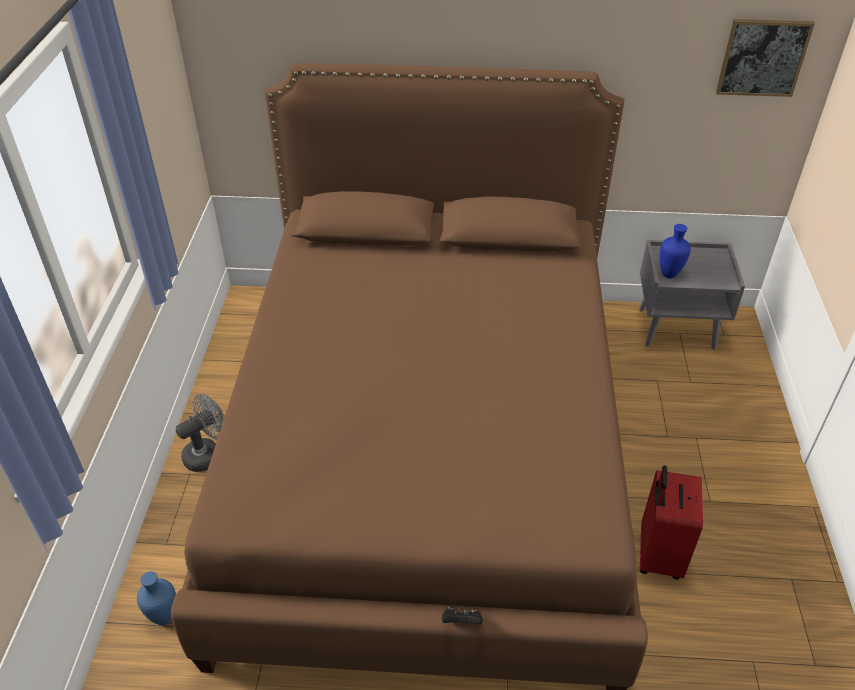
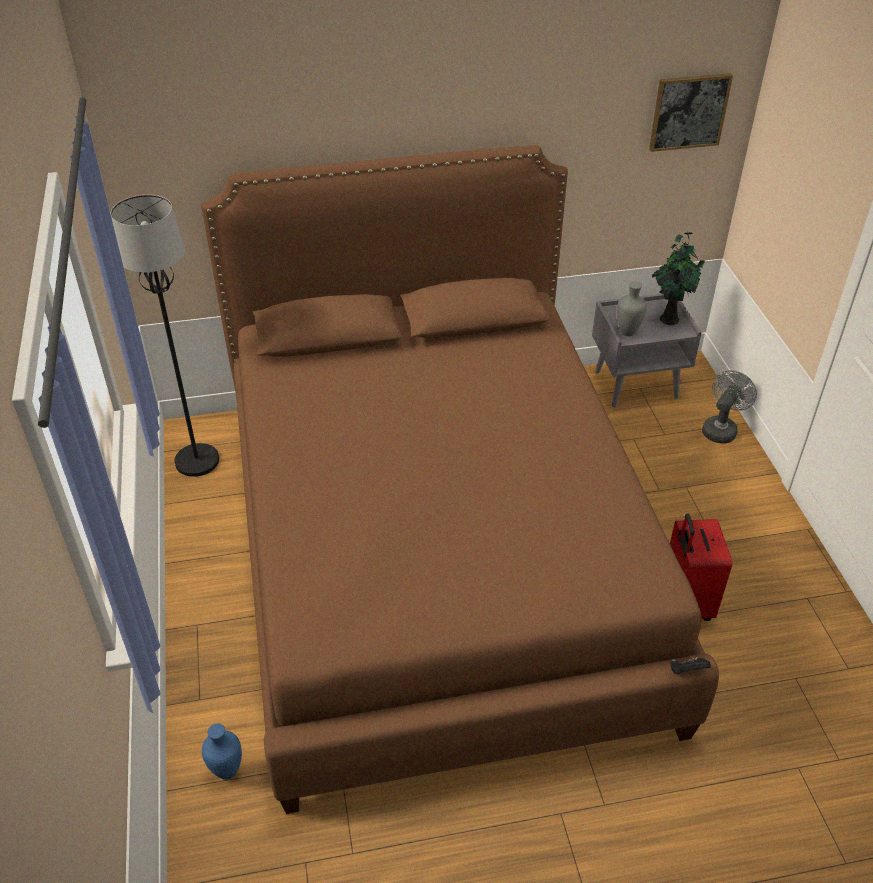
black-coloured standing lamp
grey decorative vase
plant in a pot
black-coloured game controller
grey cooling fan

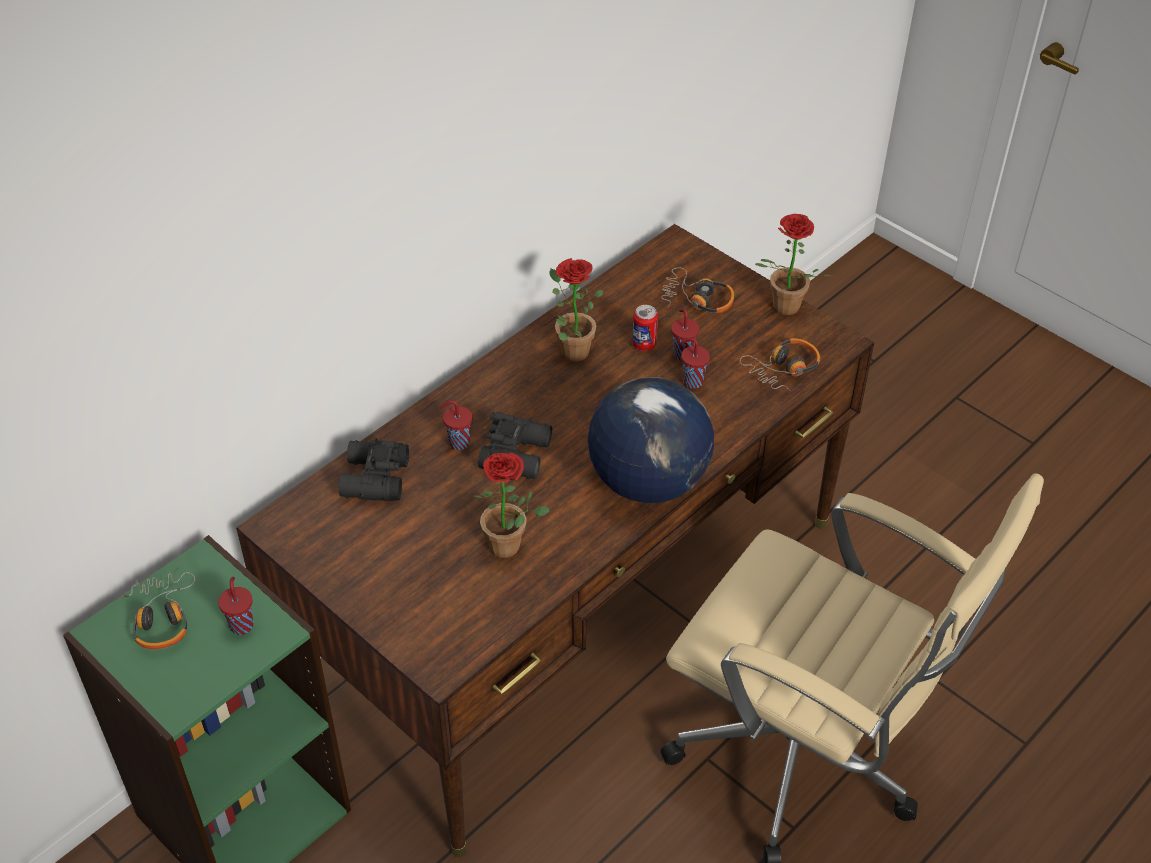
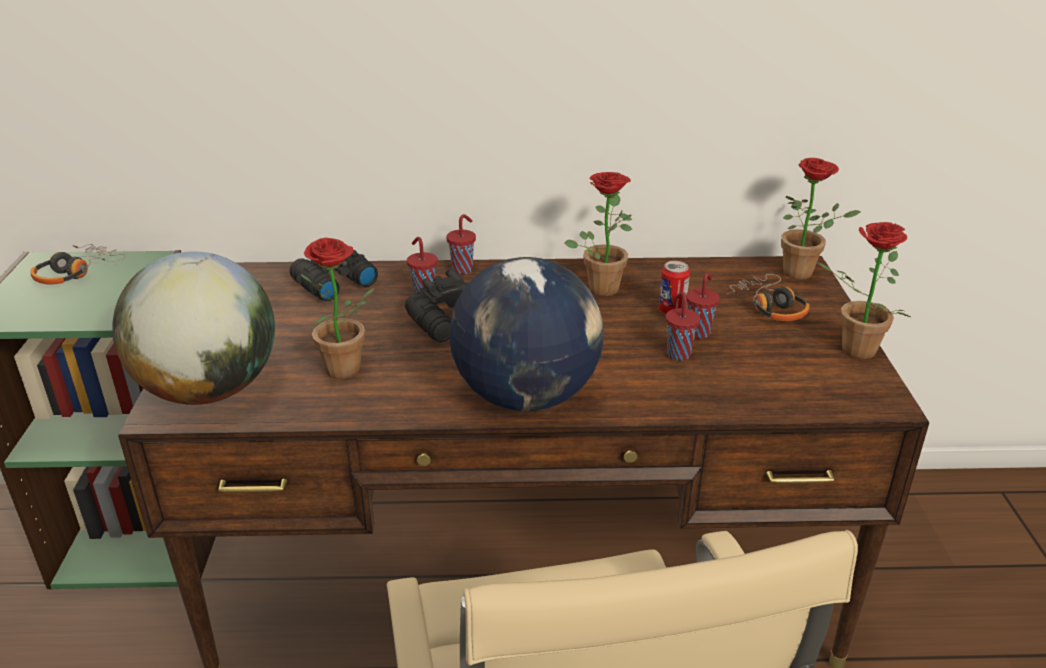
globe (no. 1 from left)
reddish cup (no. 2 from left)
plant in a pot (no. 3 from left)
headset (no. 3 from left in the first image)

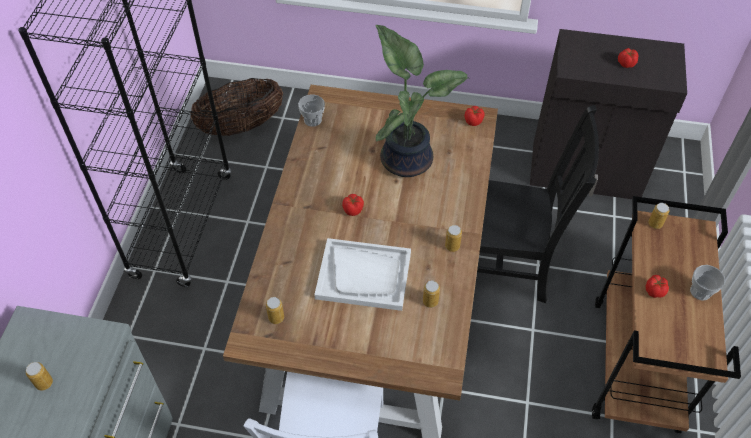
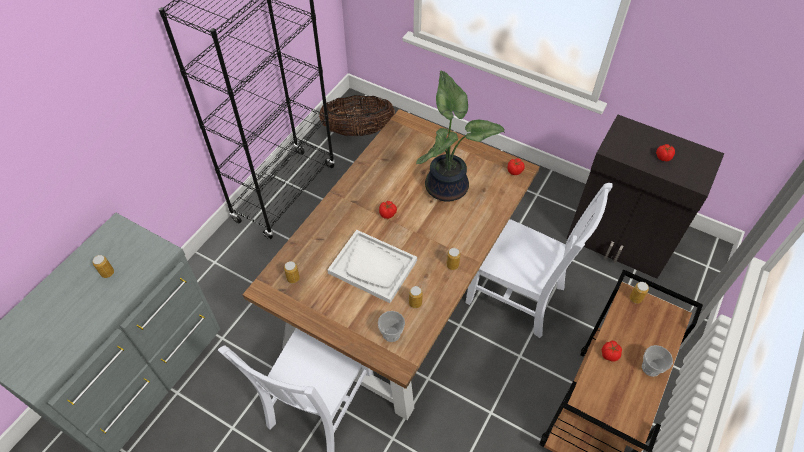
cup (no. 1 from left)
white-coloured upright chair (no. 2 from left)

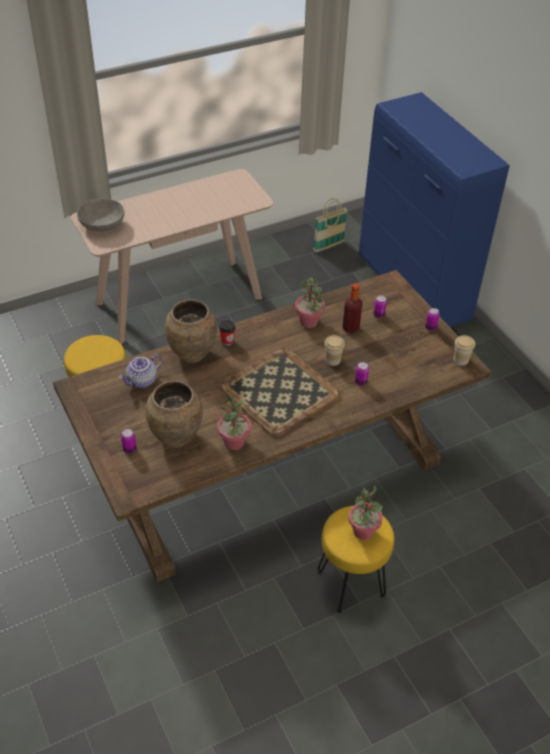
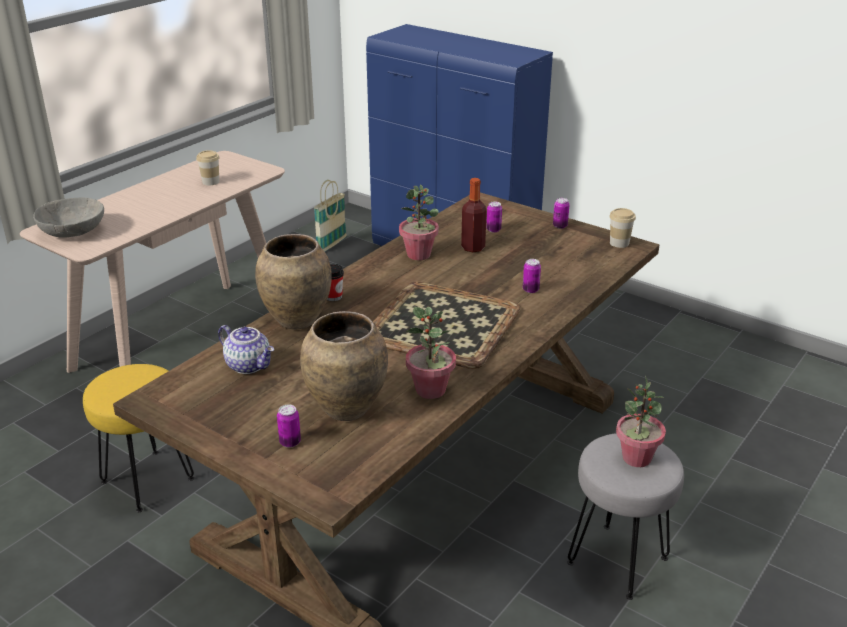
cup (no. 1 from left)
pot for tea
grey sitting stool

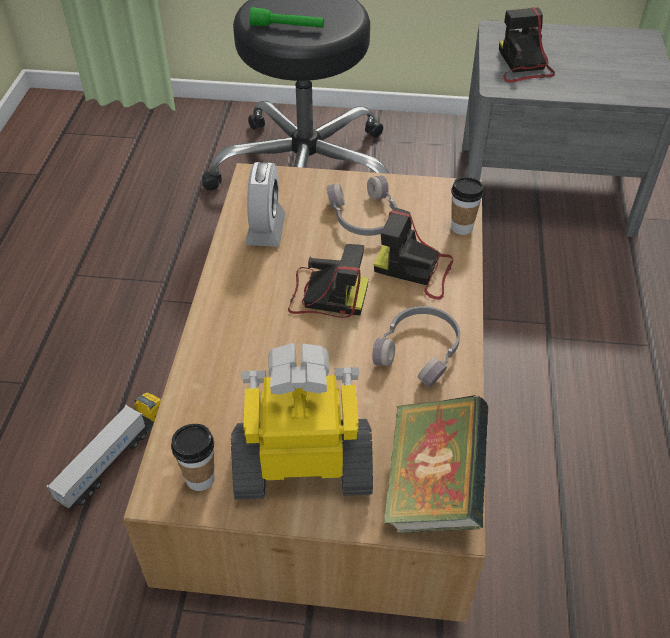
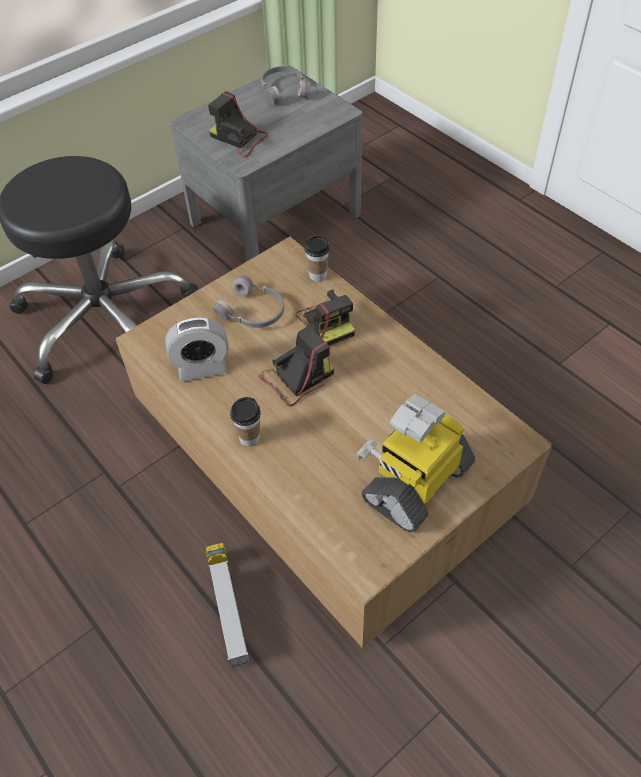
alarm clock
cup (no. 1 from left)
grey headset (no. 2 from left)
still camera (no. 3 from left)
green torch
book

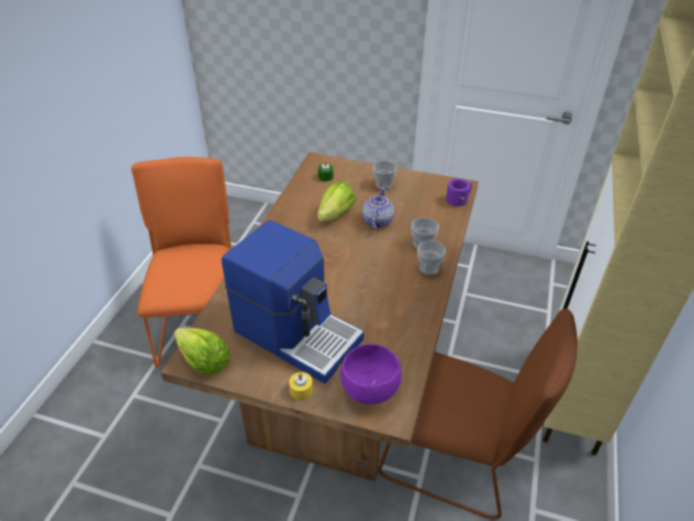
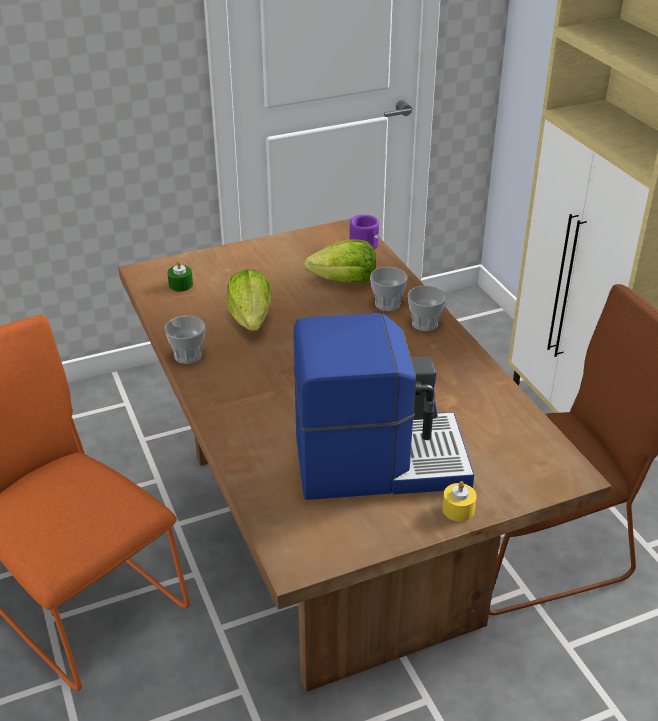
cup (no. 1 from left)
lettuce head (no. 2 from left)
purple bowl
pot for tea

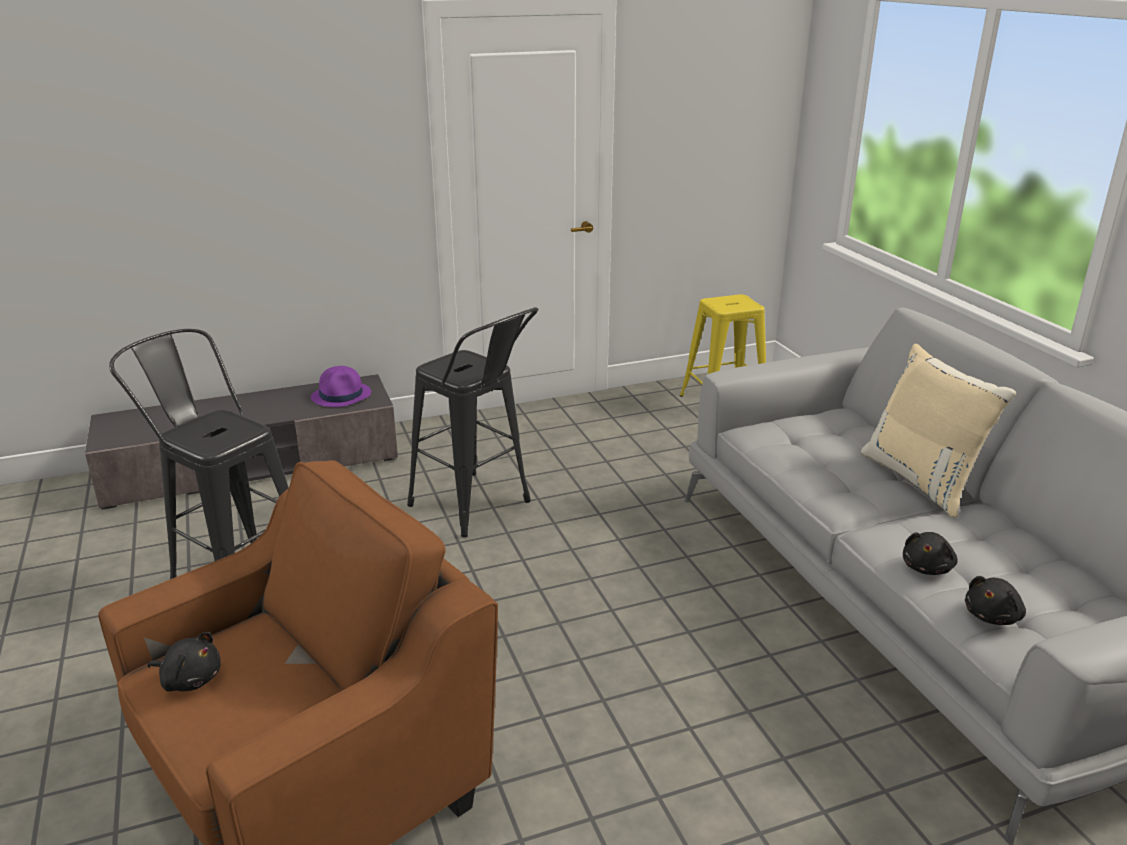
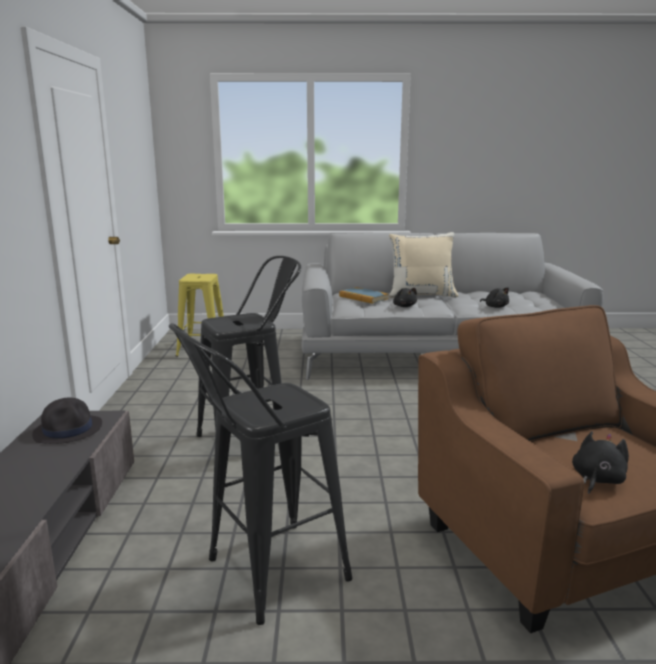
black-coloured wearable hat
book
black-coloured plush toy (no. 1 from left)

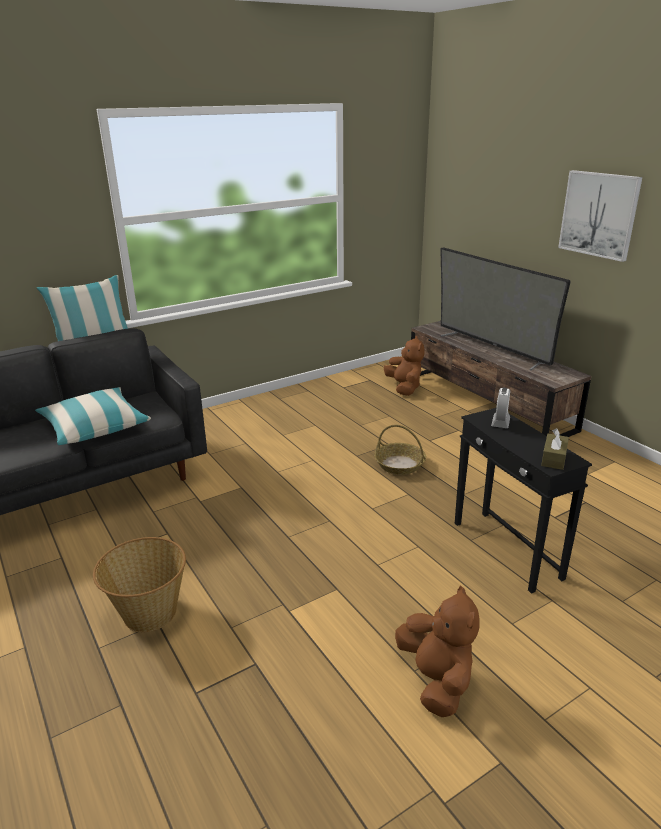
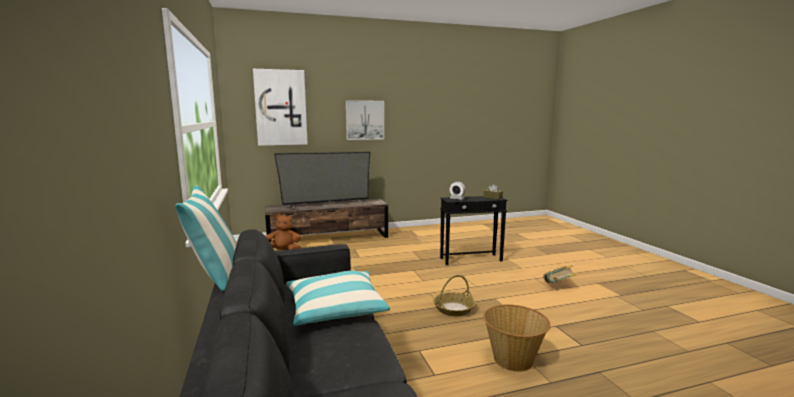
wall art (no. 1 from left)
household basket (no. 1 from left)
book

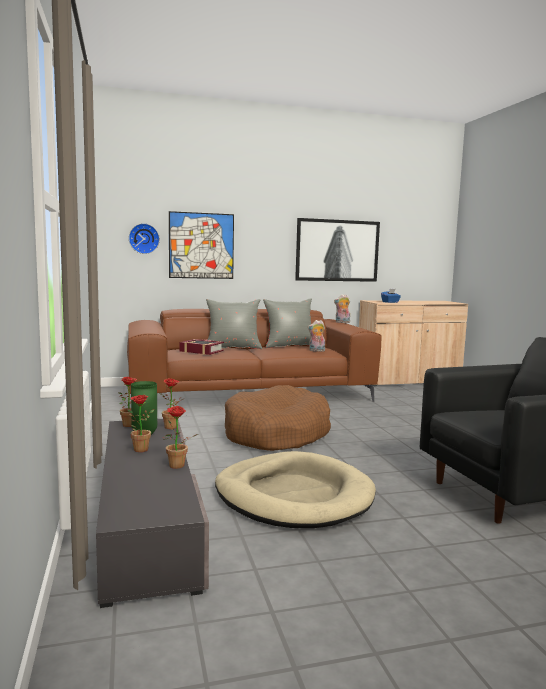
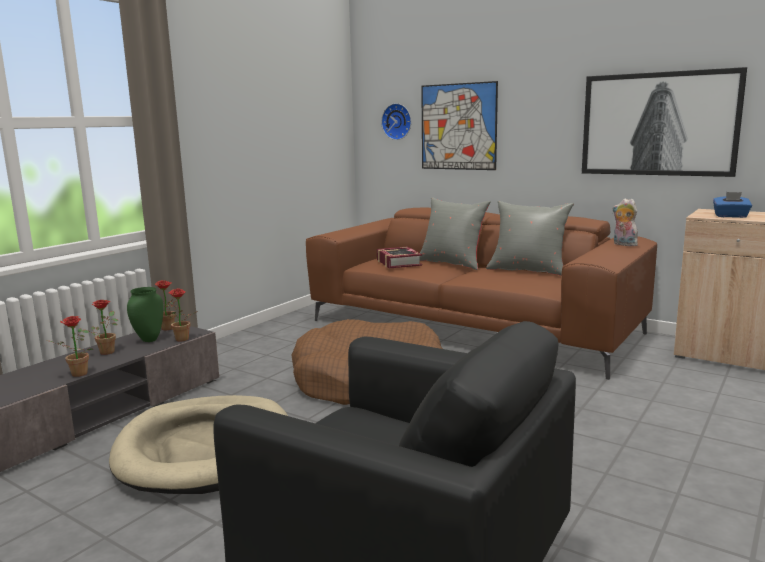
plush toy (no. 1 from left in the first image)

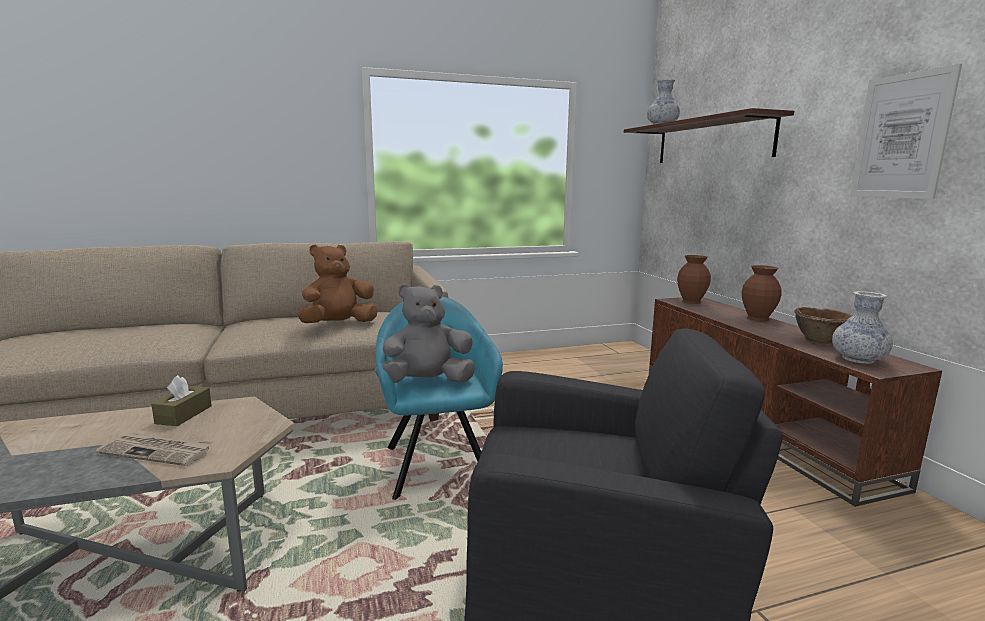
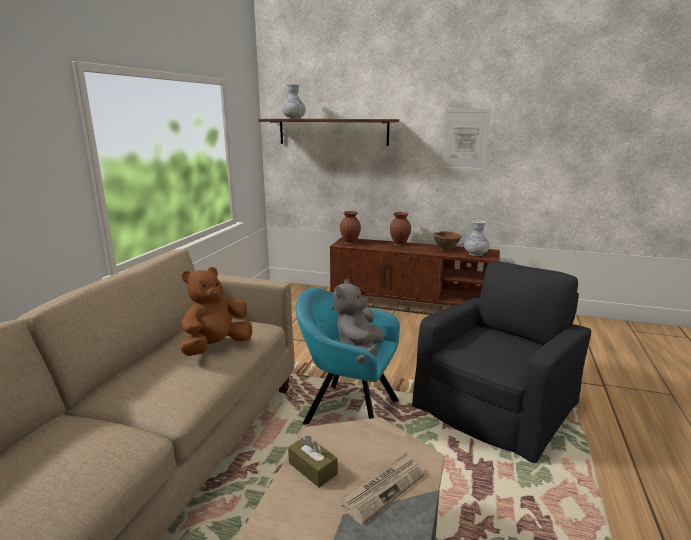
brownish plush toy

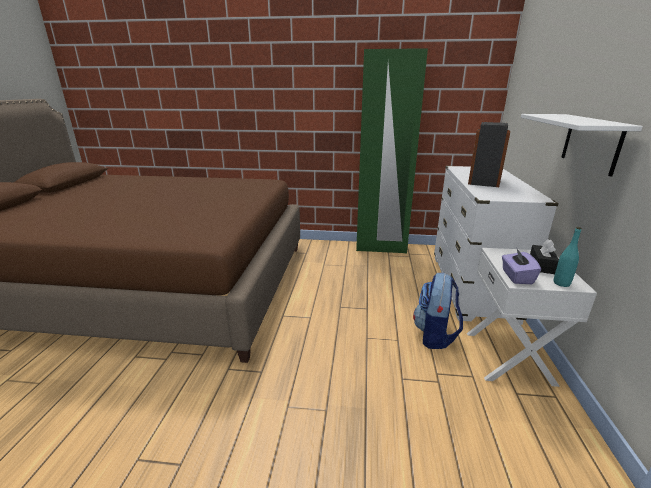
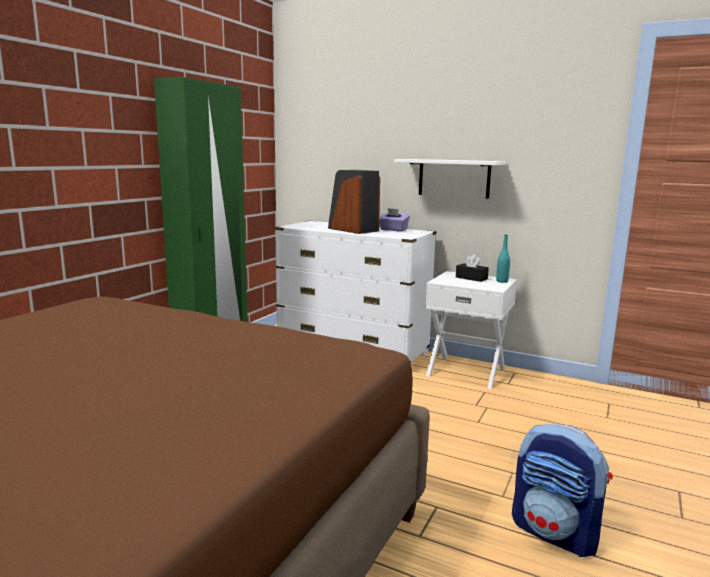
purple box of tissues
backpack

